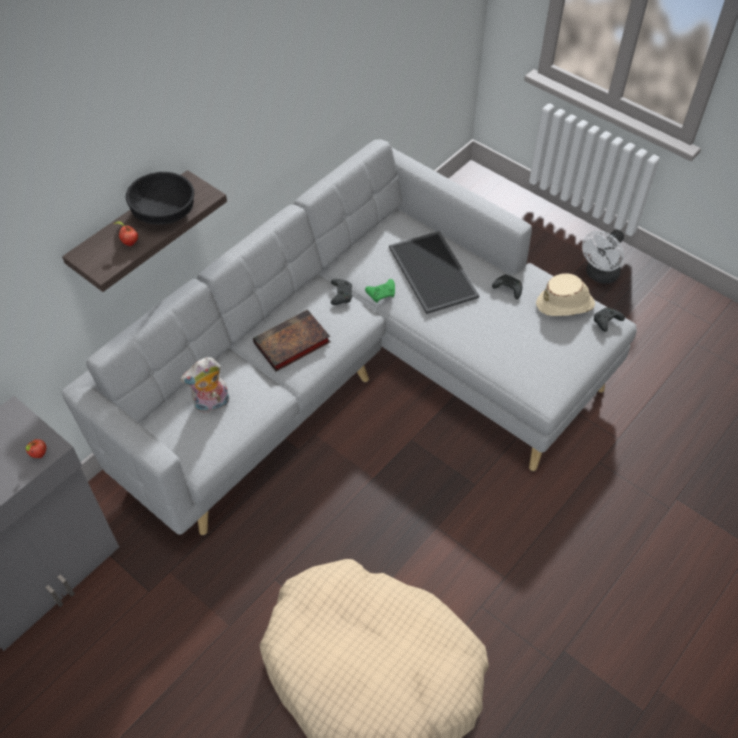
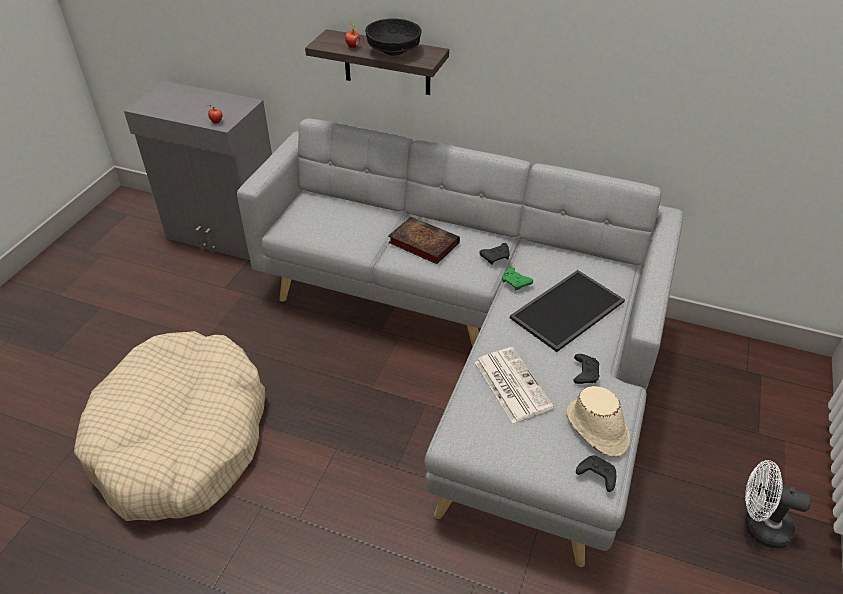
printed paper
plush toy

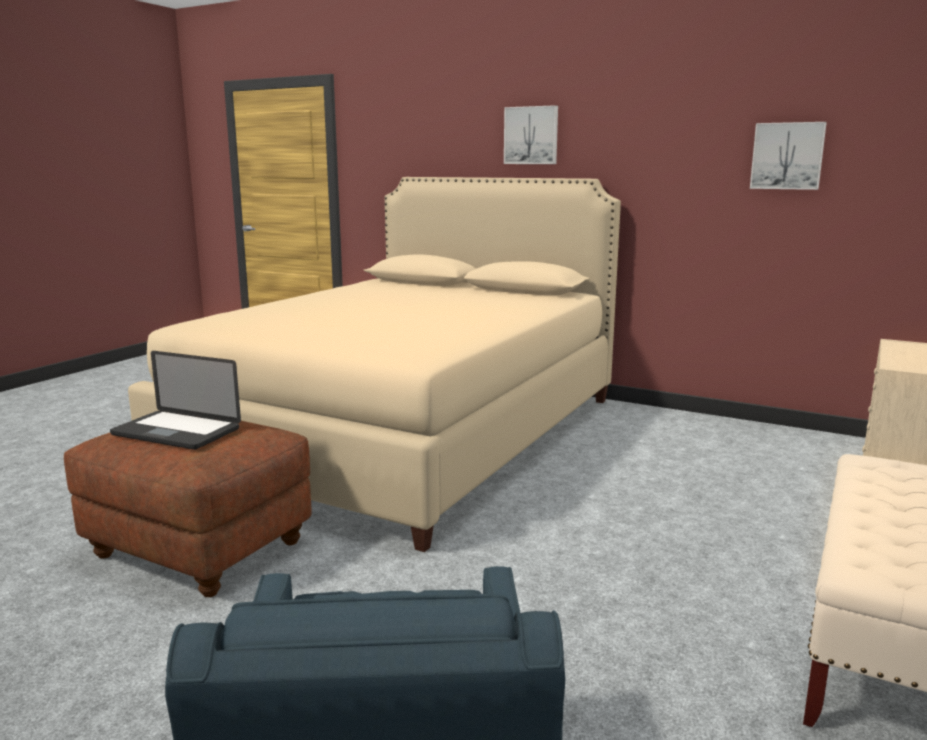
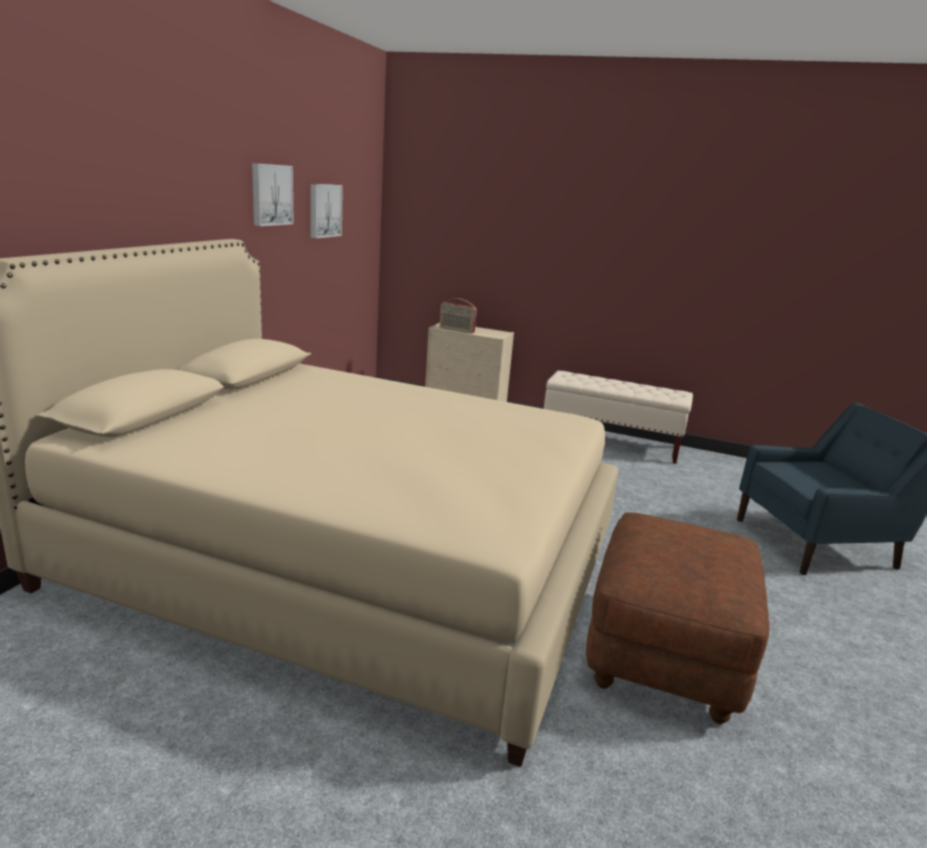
wall art (no. 1 from left)
radio
portable computer

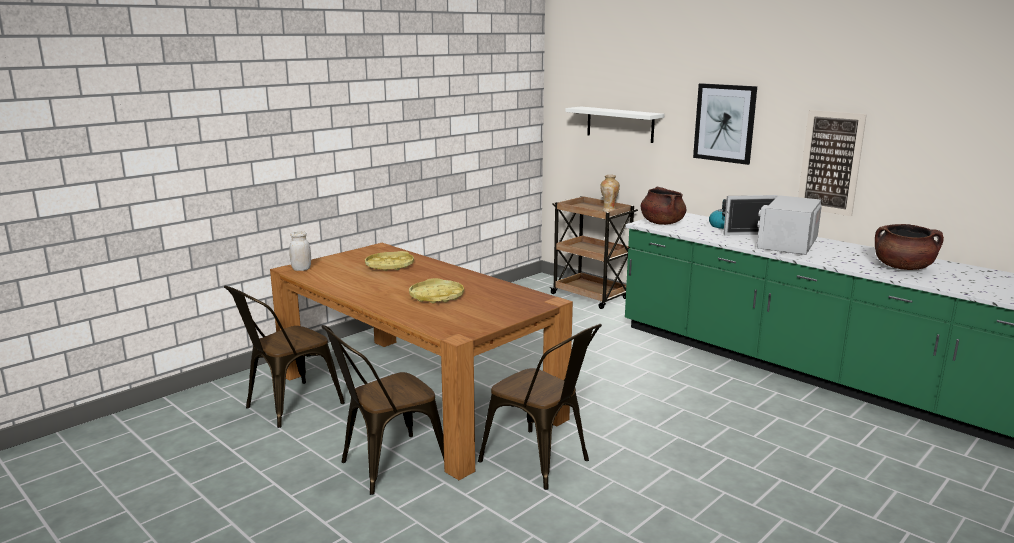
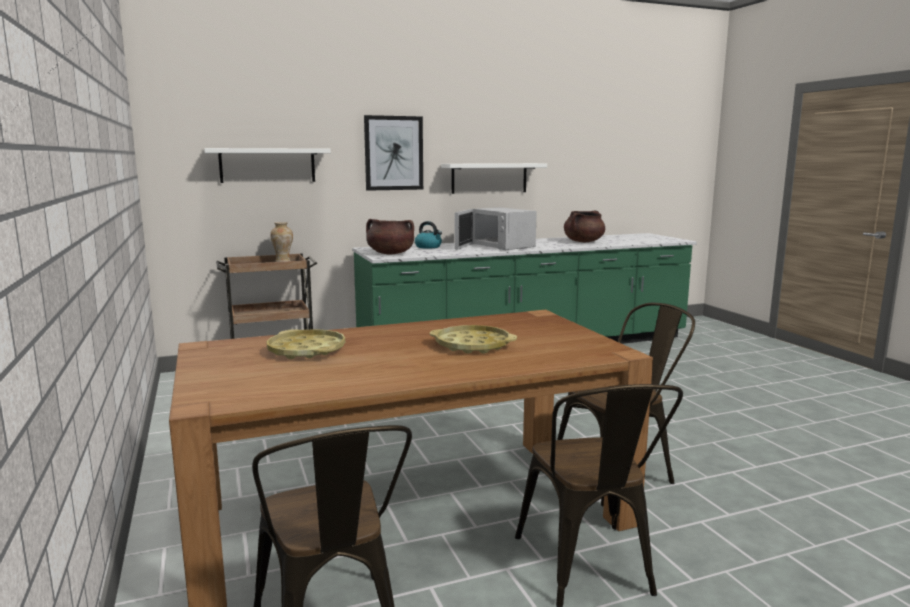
white-coloured bracket shelf (no. 2 from left)
white-coloured storage jar

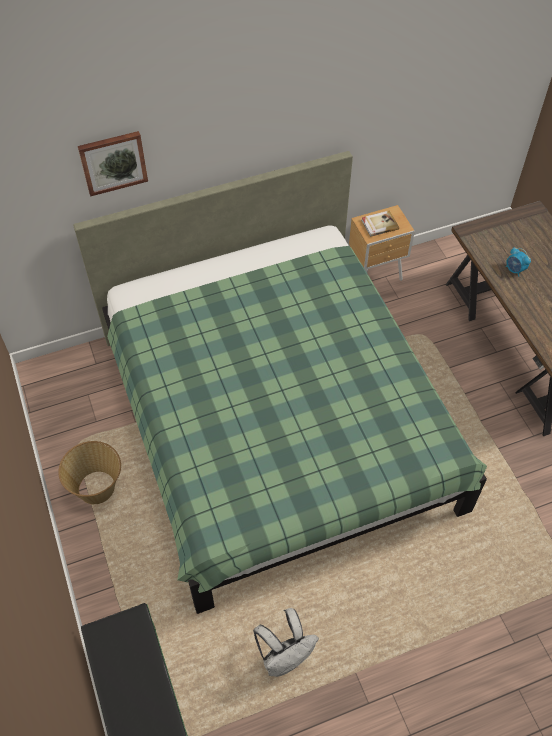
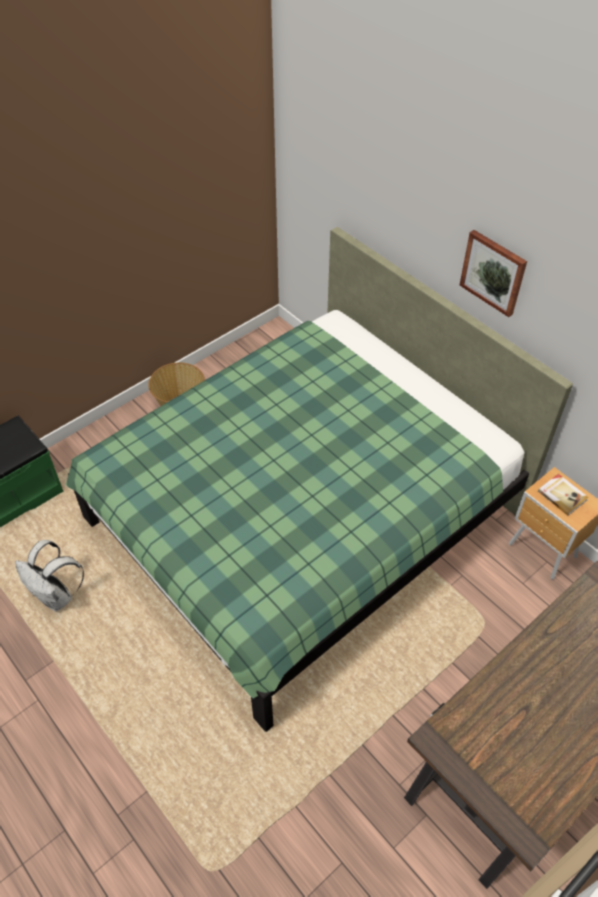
wall art
alarm clock

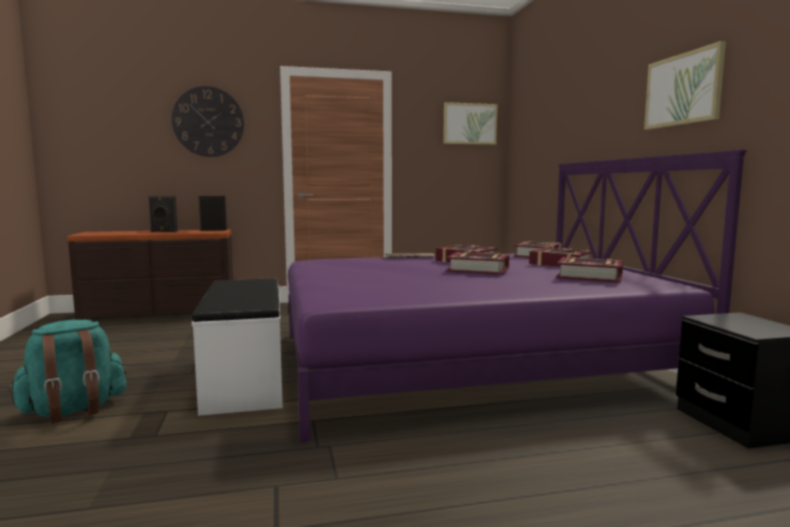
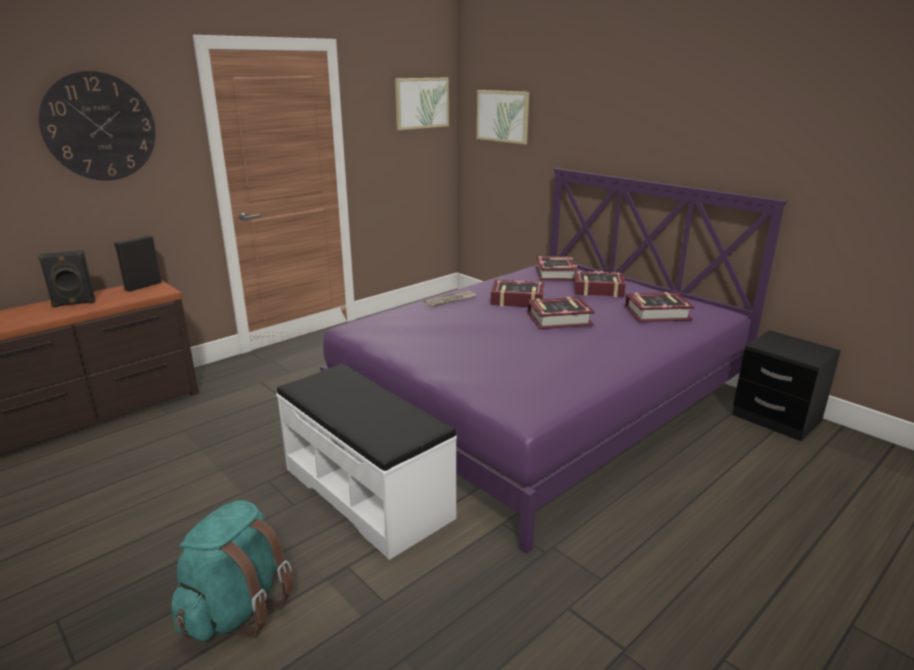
wall art (no. 2 from left)

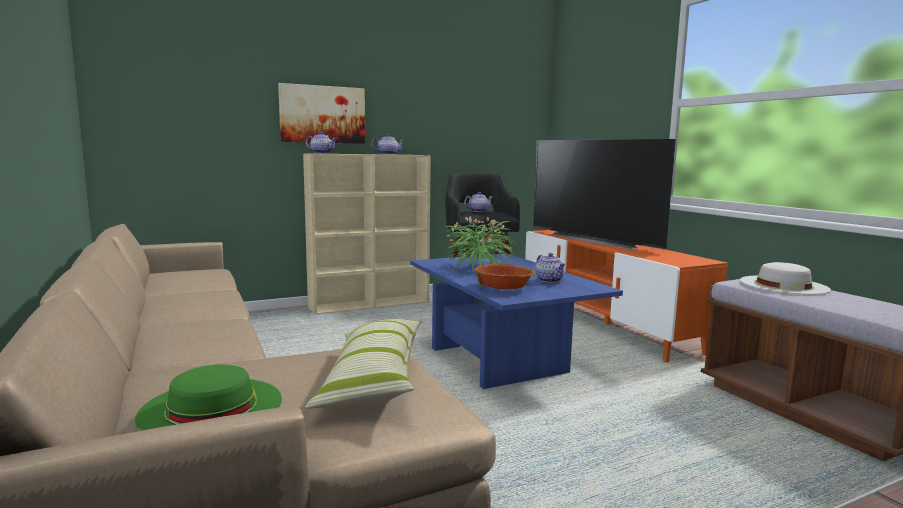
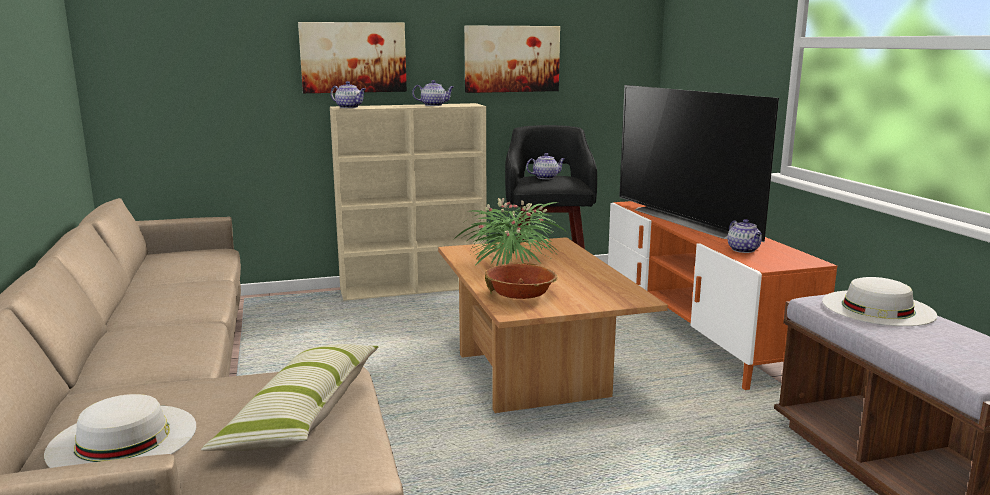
white-coloured wearable hat (no. 1 from left)
brownish coffee table
wall art (no. 2 from left)
pot for tea (no. 4 from left)

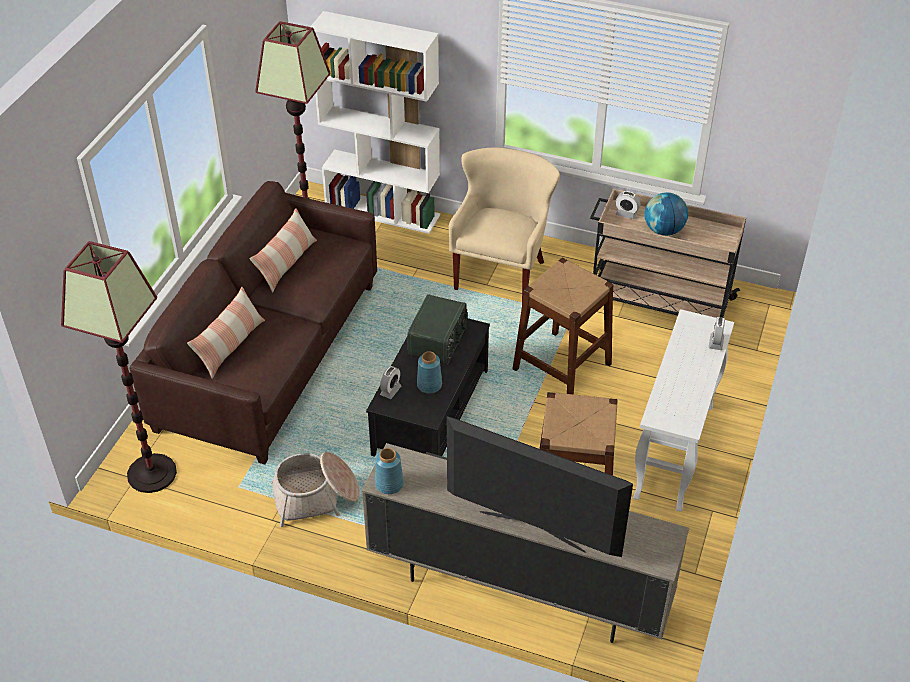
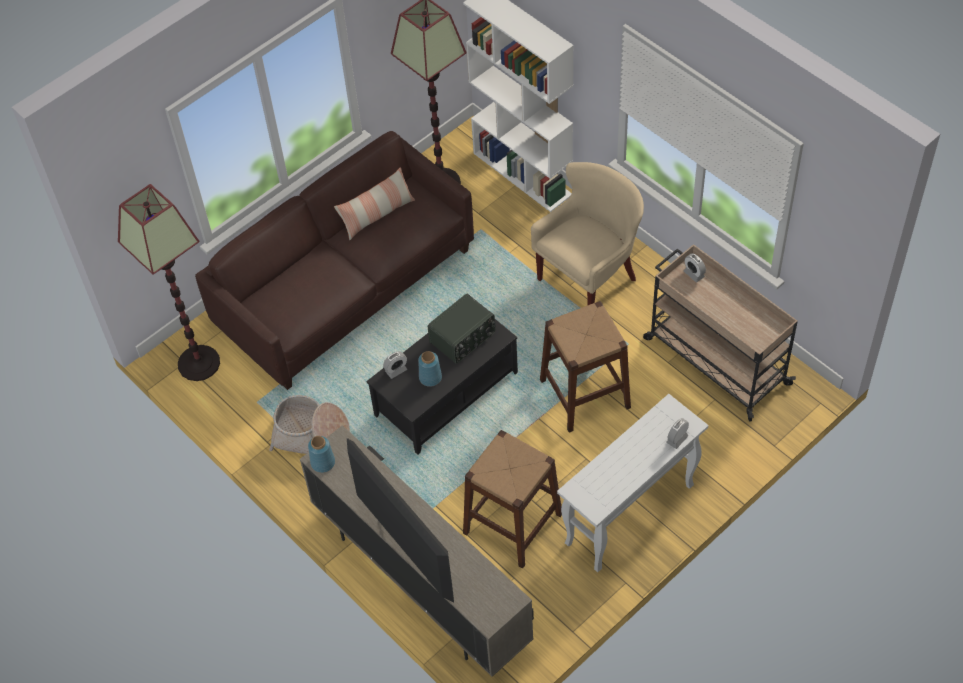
pillow (no. 1 from left in the first image)
globe

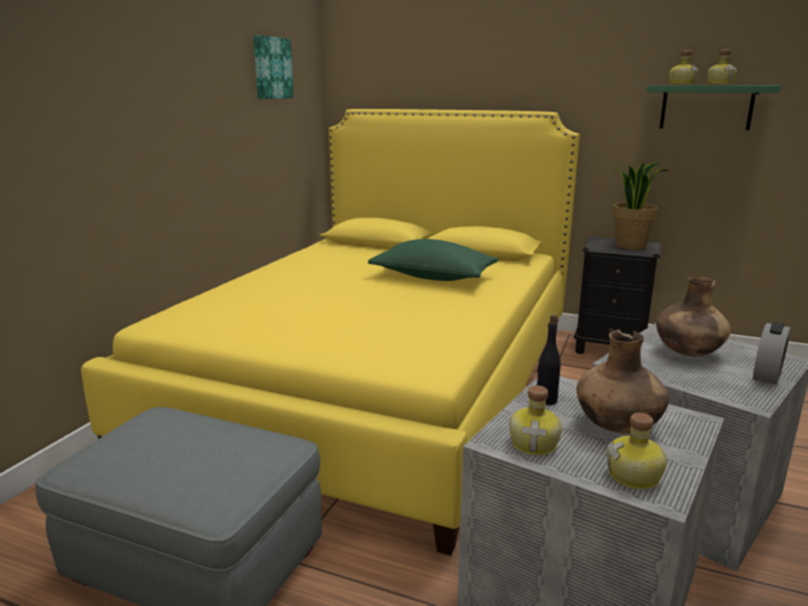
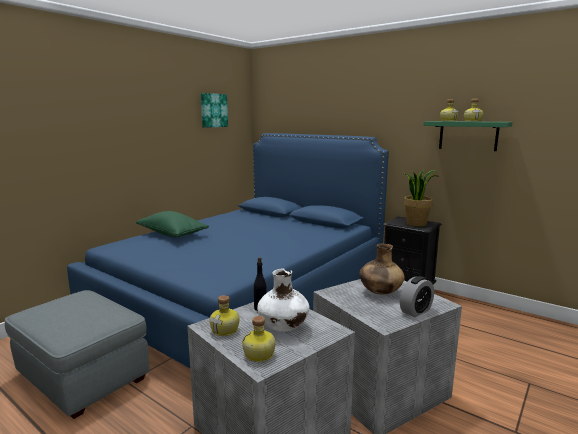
blue-coloured sleeping bed
green pillow
white-coloured decorative vase

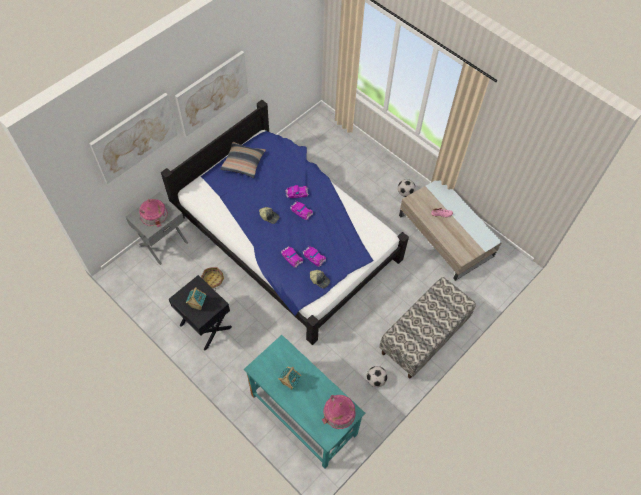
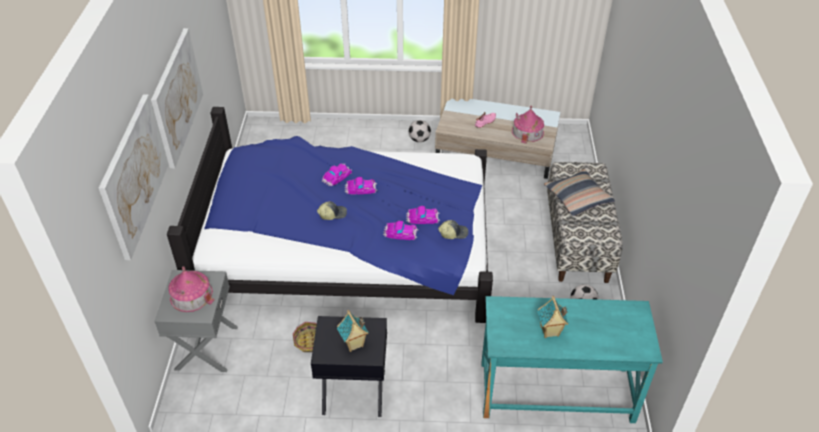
toy house (no. 3 from left)
pillow

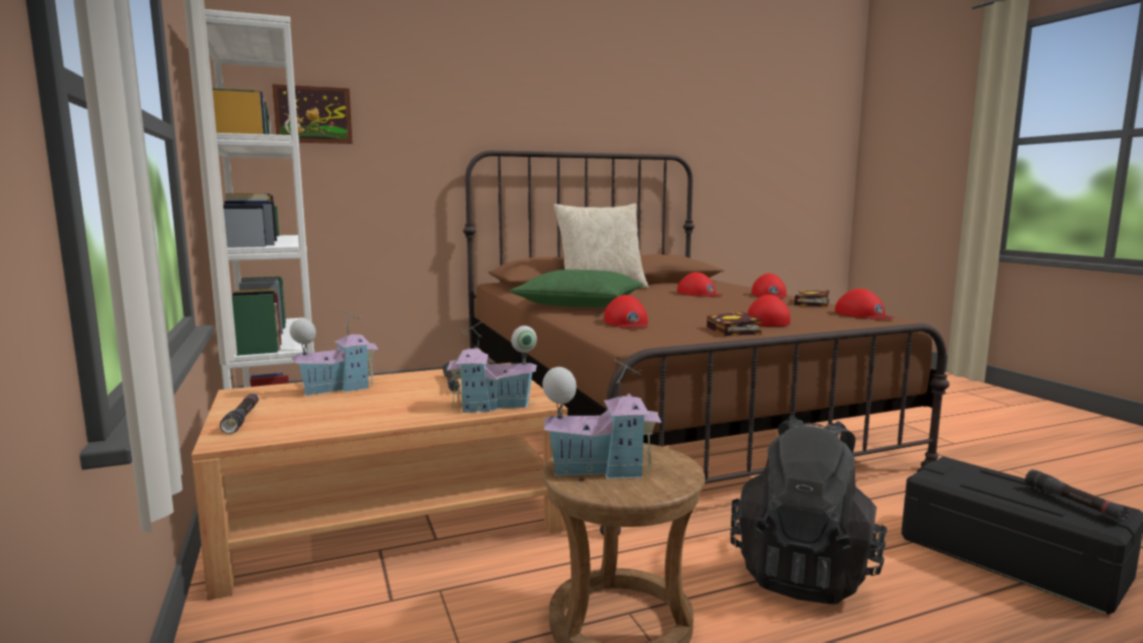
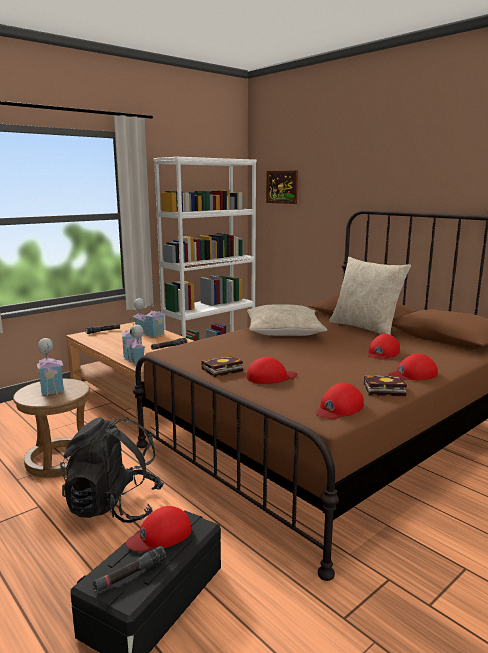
reddish baseball cap (no. 1 from left)
beige-coloured pillow (no. 1 from left)

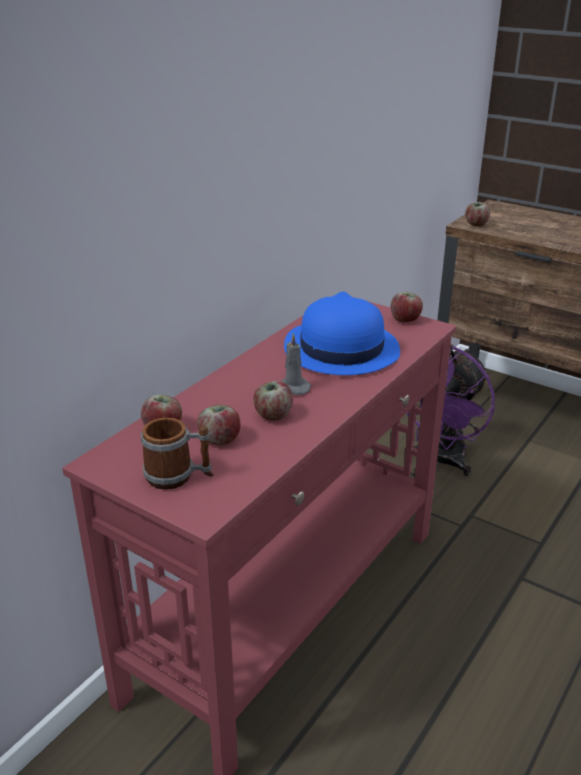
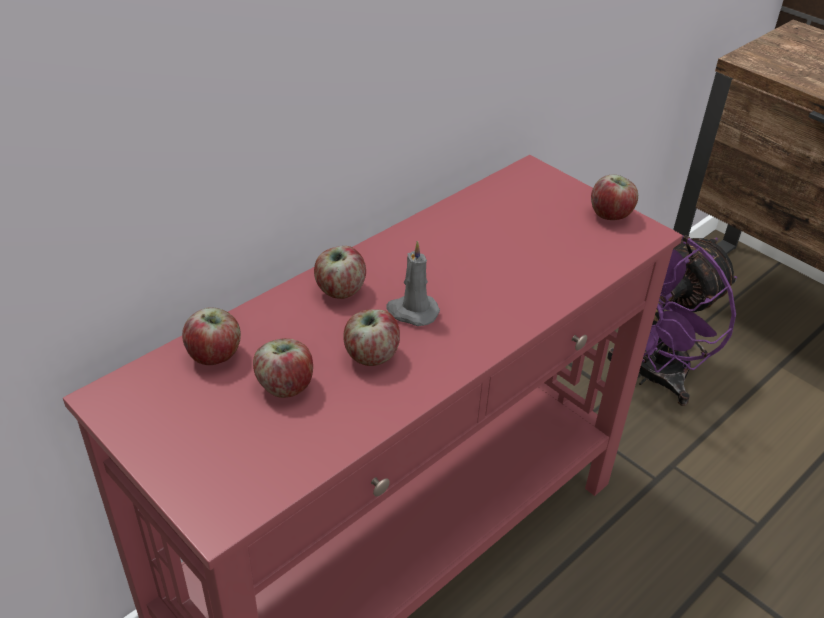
apple fruit (no. 3 from left)
tea mug
blue-coloured wearable hat

